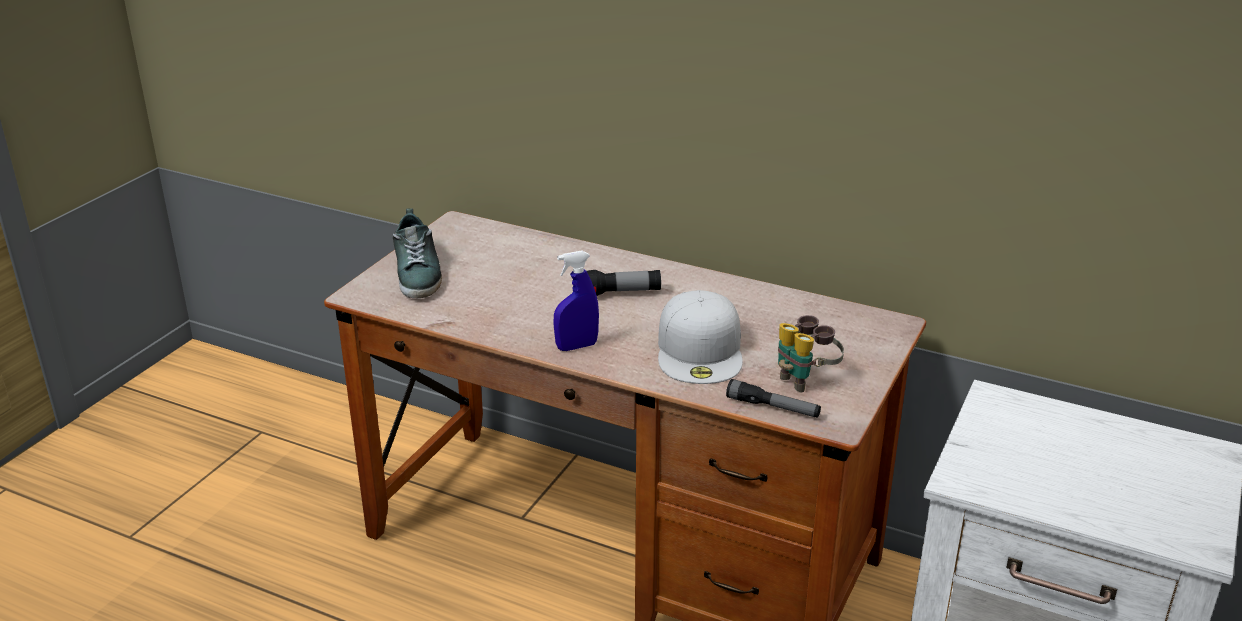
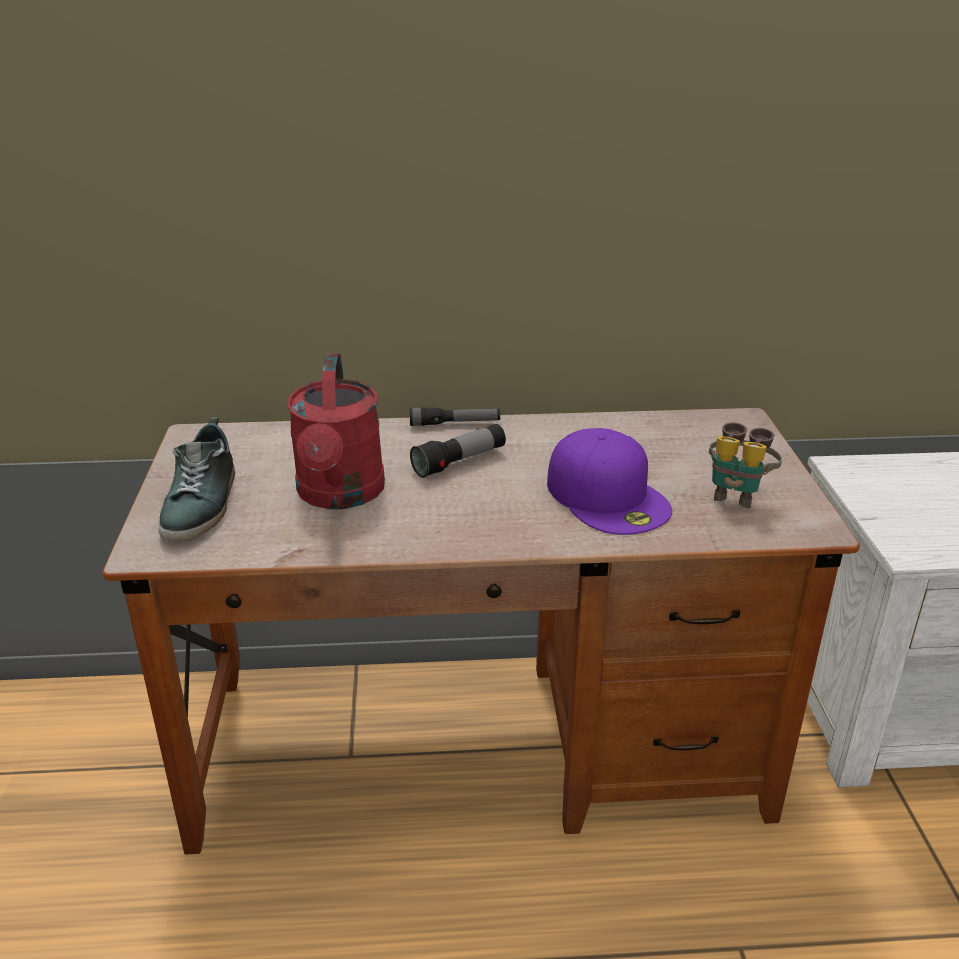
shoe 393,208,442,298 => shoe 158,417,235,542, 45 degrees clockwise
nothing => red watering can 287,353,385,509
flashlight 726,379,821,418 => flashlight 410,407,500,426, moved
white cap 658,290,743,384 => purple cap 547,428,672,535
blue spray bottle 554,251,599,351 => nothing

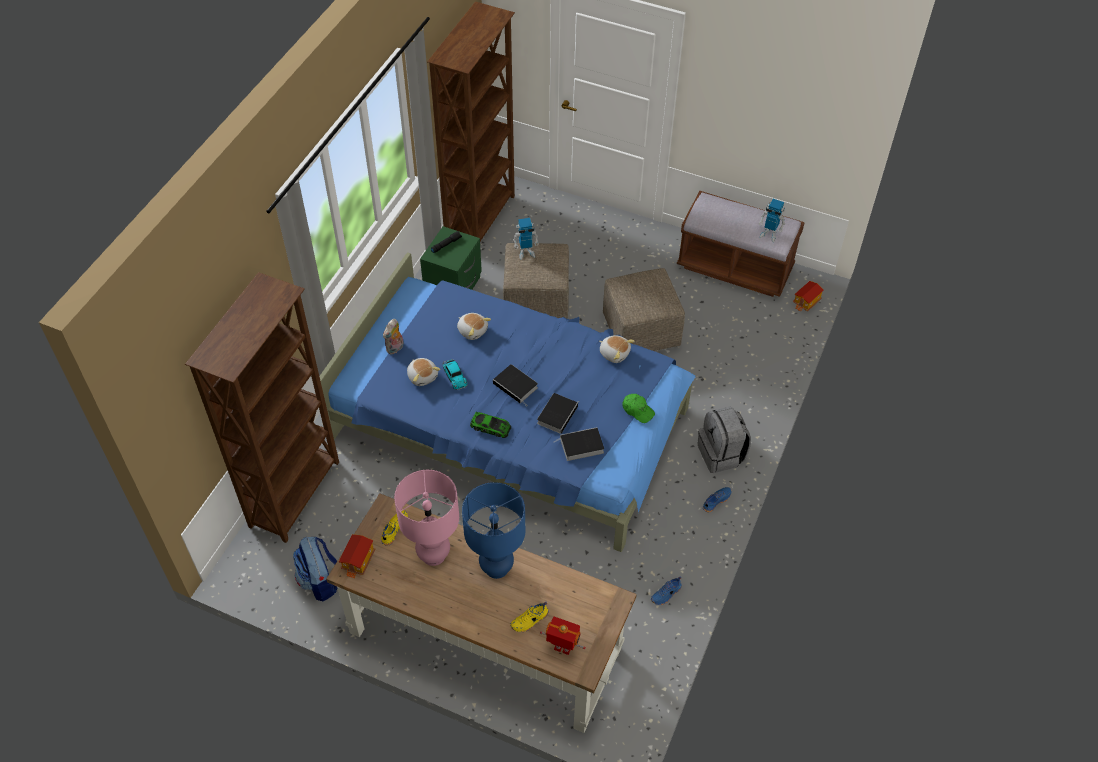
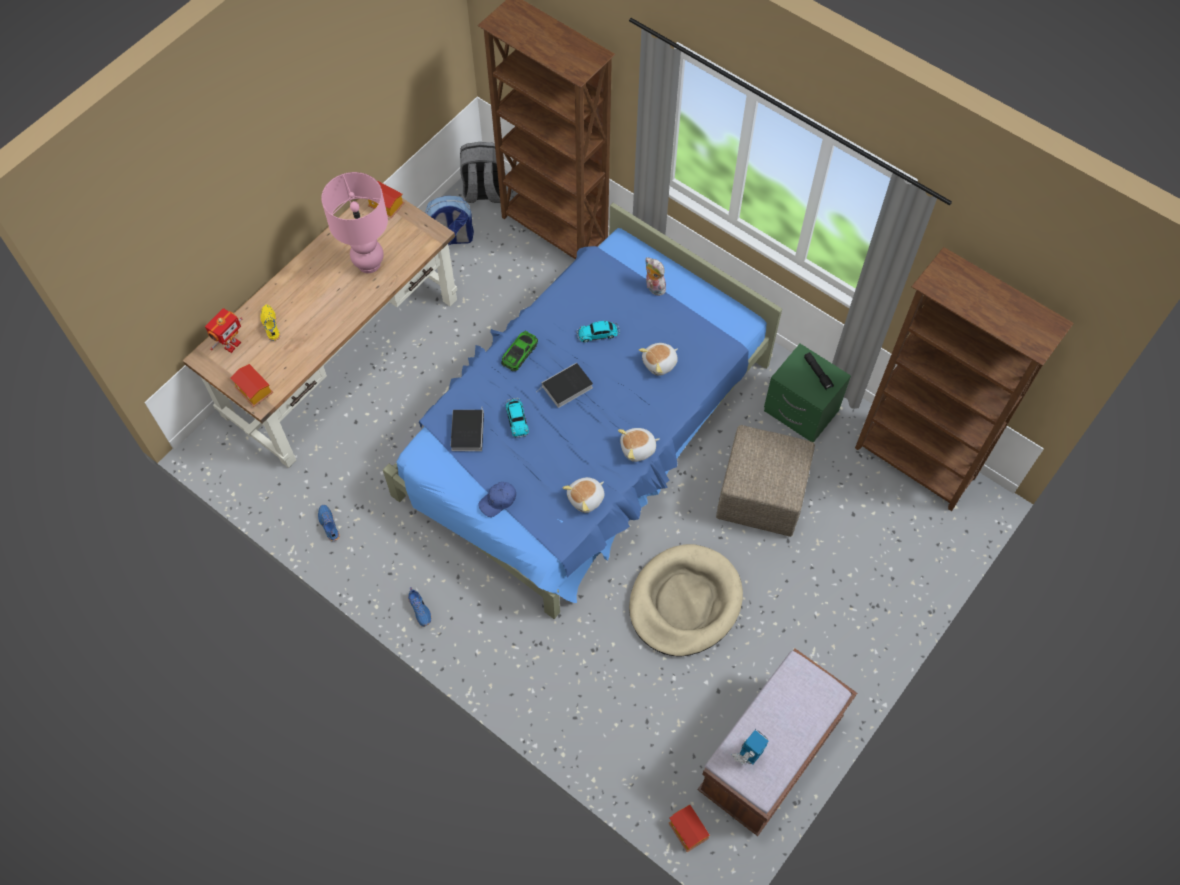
nothing => toy house 230,364,273,407
grey backpack 698,406,751,473 => grey backpack 460,142,500,203, moved
green cap 622,394,655,423 => blue cap 478,482,516,517
book 537,393,579,434 => toy car 505,398,529,438
plush toy 407,358,441,386 => plush toy 618,428,660,462, moved
beige ottoman 603,268,685,351 => beige dog bed 629,544,743,656
yellow shoe 381,510,408,546 => nothing
blue table lamp 462,482,525,579 => nothing
toy robot 513,218,539,260 => nothing

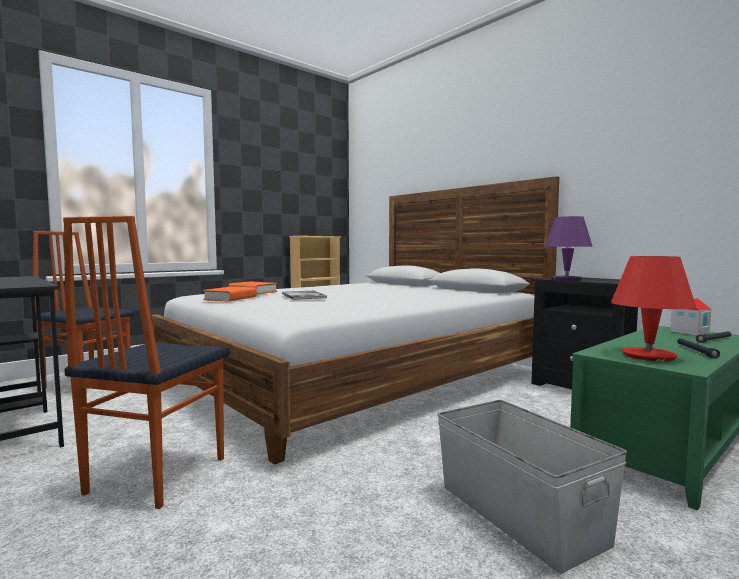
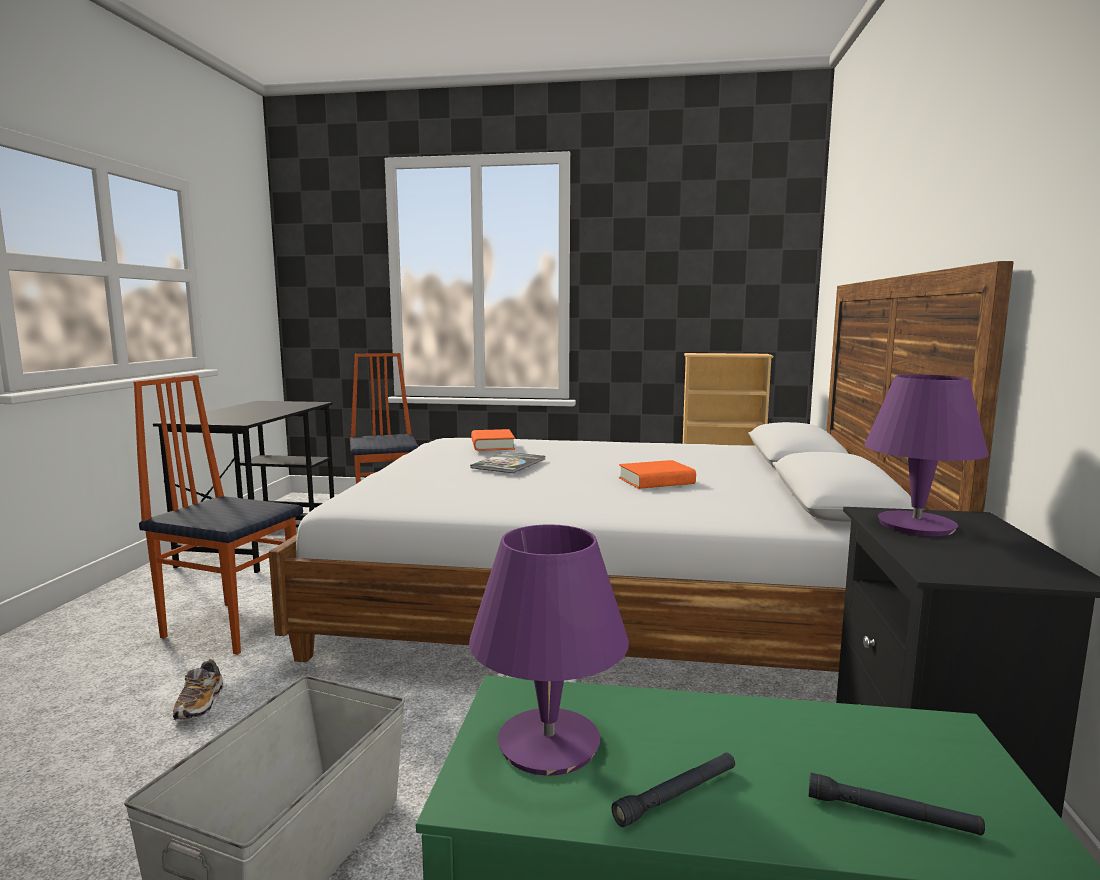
chair 63,216,230,509 => chair 134,375,303,655, 45 degrees clockwise
nothing => shoe 173,659,223,721
red table lamp 611,256,696,361 => purple table lamp 469,524,629,776
orange book 203,287,257,302 => orange book 619,460,696,489, moved
toy house 670,298,711,335 => nothing

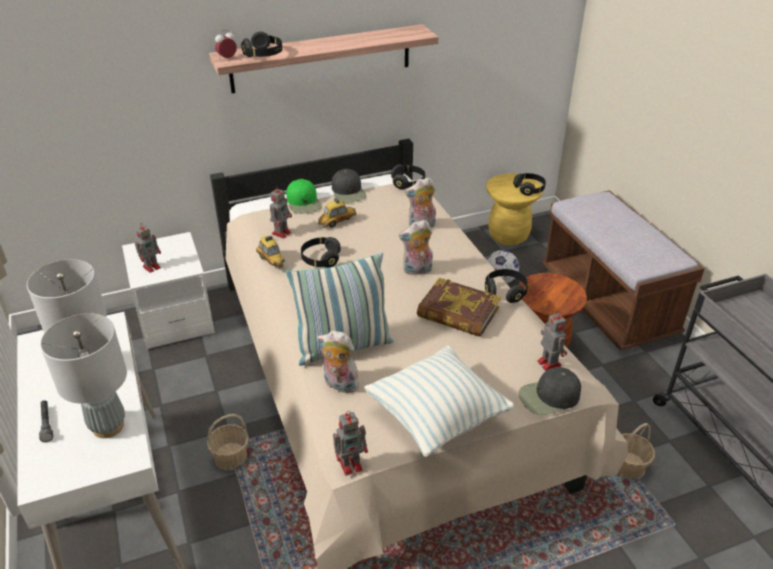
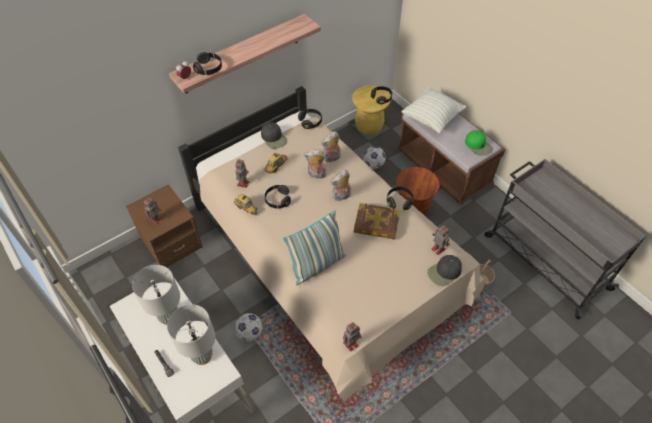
white nightstand 122,232,215,349 => brown nightstand 126,184,203,267
basket 207,414,249,470 => football 234,313,263,341
plush toy 317,330,359,393 => plush toy 304,149,327,179, moved
pillow 364,346,514,457 => pillow 401,87,466,134, moved
green cap 286,179,322,214 => green cap 465,130,492,156, moved

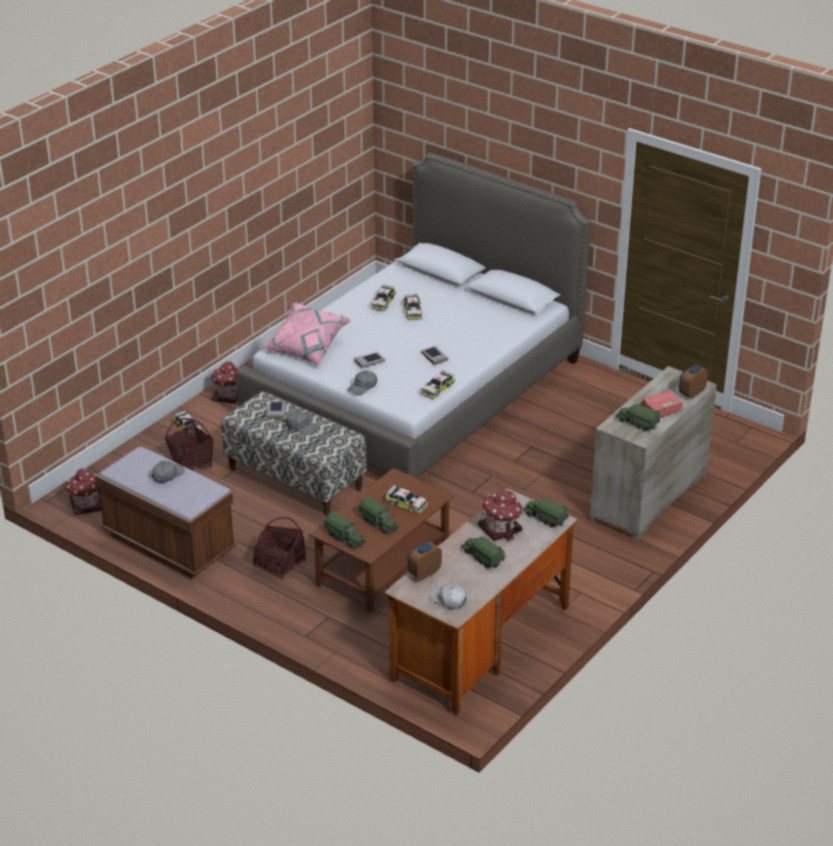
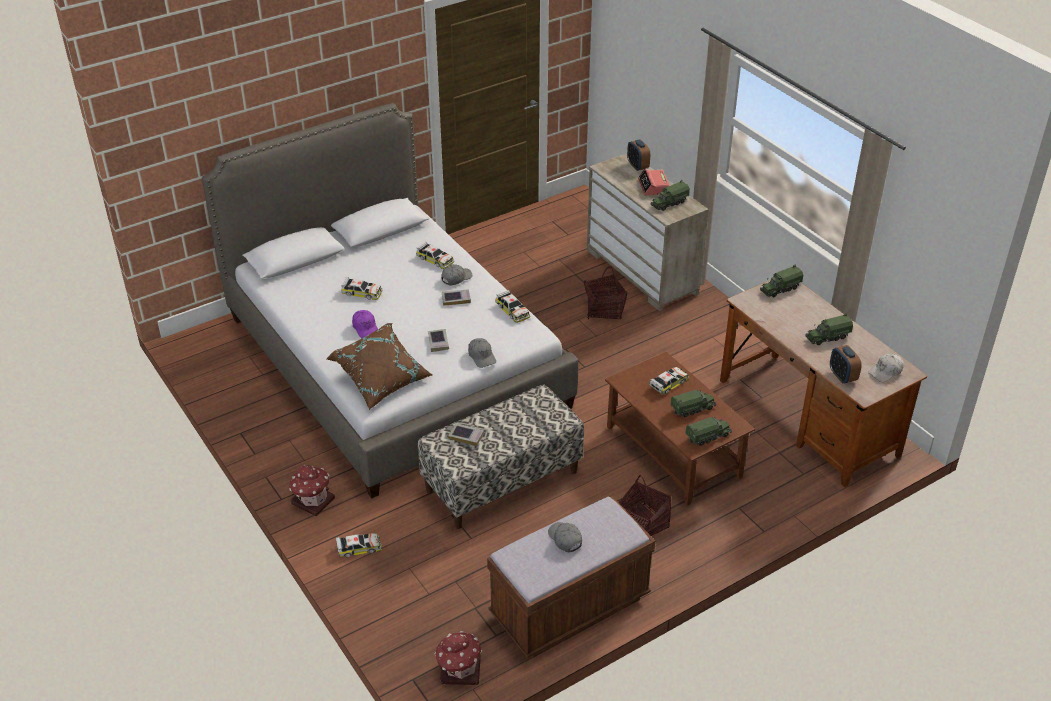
pink pillow 262,302,351,366 => brown pillow 327,323,432,410
nothing => purple cap 352,310,378,338
toy car 371,285,396,311 => toy car 416,242,454,269, moved
grey cap 286,411,318,435 => grey cap 441,264,472,285, moved
basket 165,418,213,470 => basket 584,266,627,320, moved
toy house 478,490,523,541 => nothing

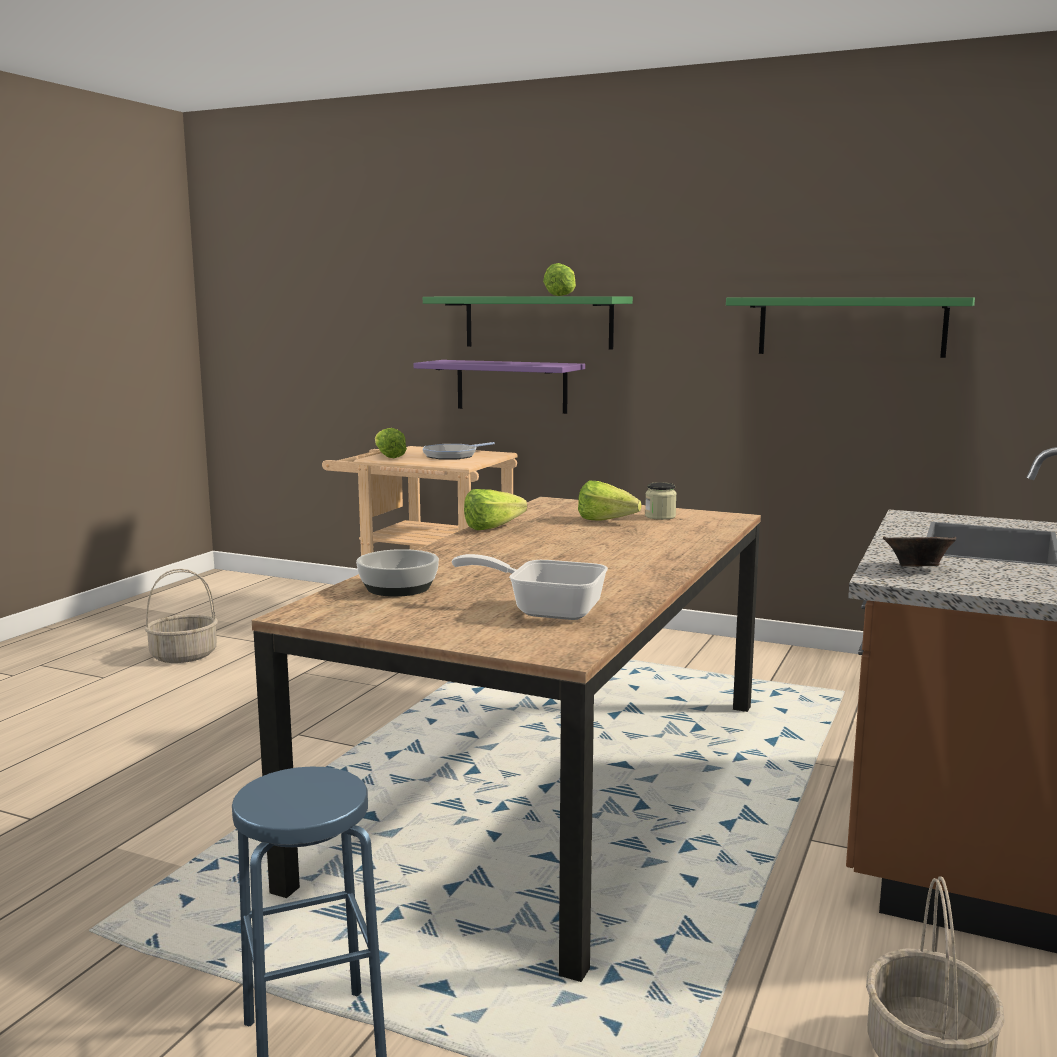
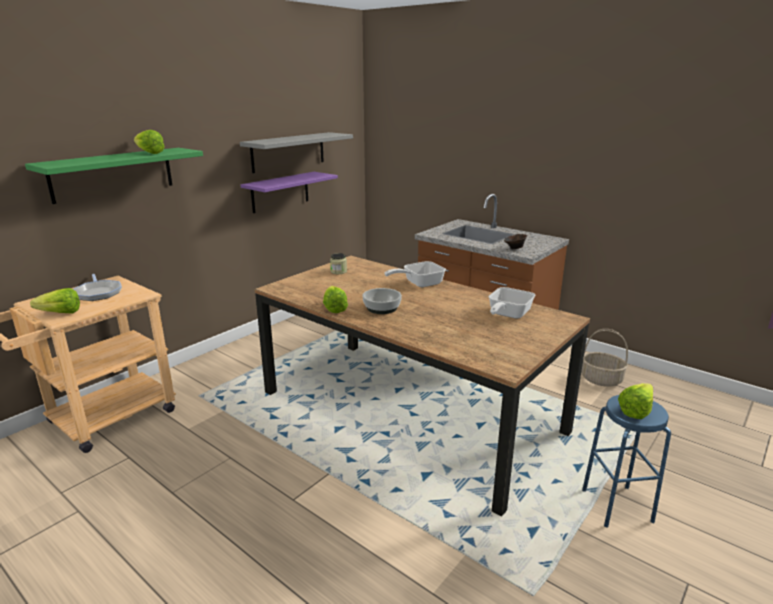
green shelf 726,297,975,358 => grey shelf 240,132,353,173
purple shelf 414,360,585,414 => purple shelf 241,172,338,213, moved
bowl 356,549,439,597 => bowl 362,288,402,314, moved
nothing => frying pan 384,261,446,287
lettuce 578,480,642,521 => lettuce 618,383,653,419, moved
basket 145,569,218,663 => nothing

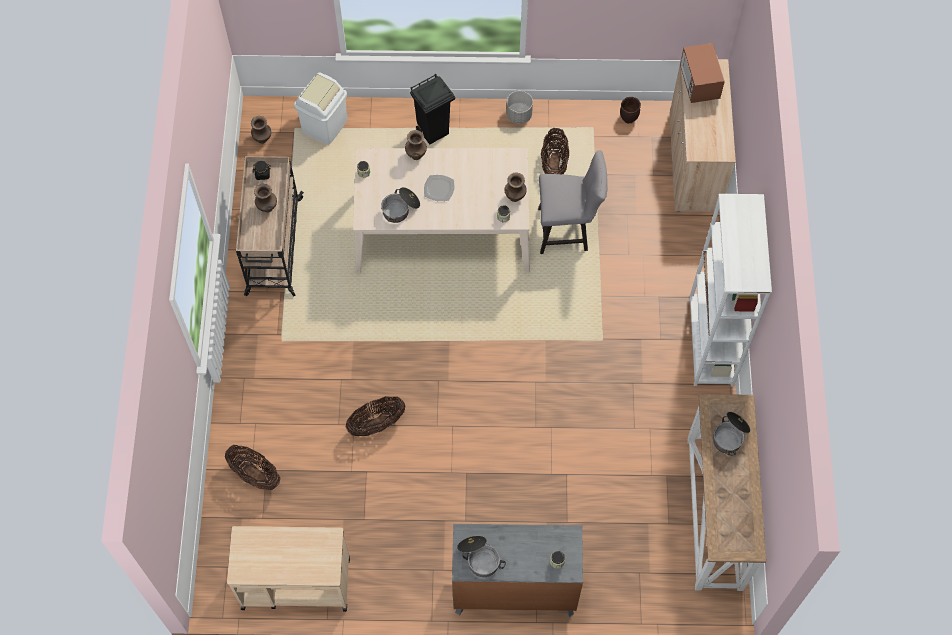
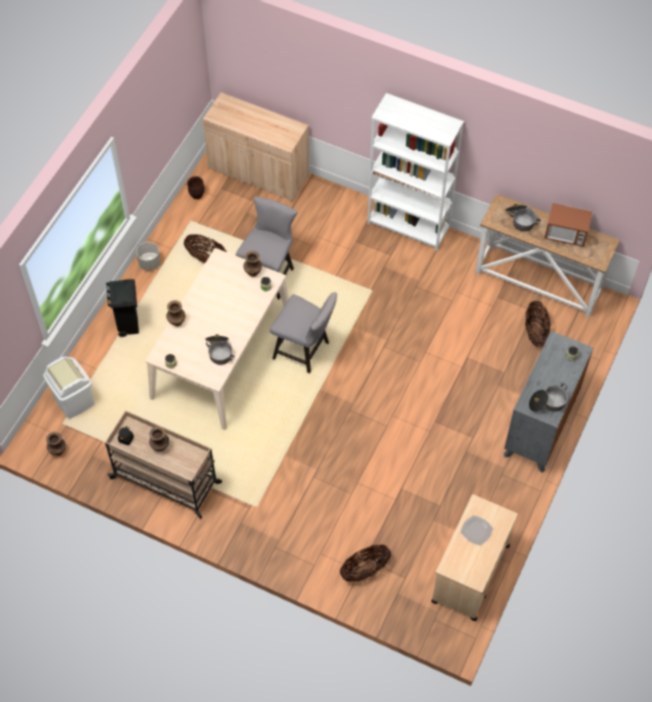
nothing => grey chair 270,292,337,374
plate 424,175,454,201 => plate 461,515,493,545, moved
basket 346,396,405,436 => basket 525,301,551,347, moved
microwave 680,43,725,103 => microwave 544,203,592,247, moved

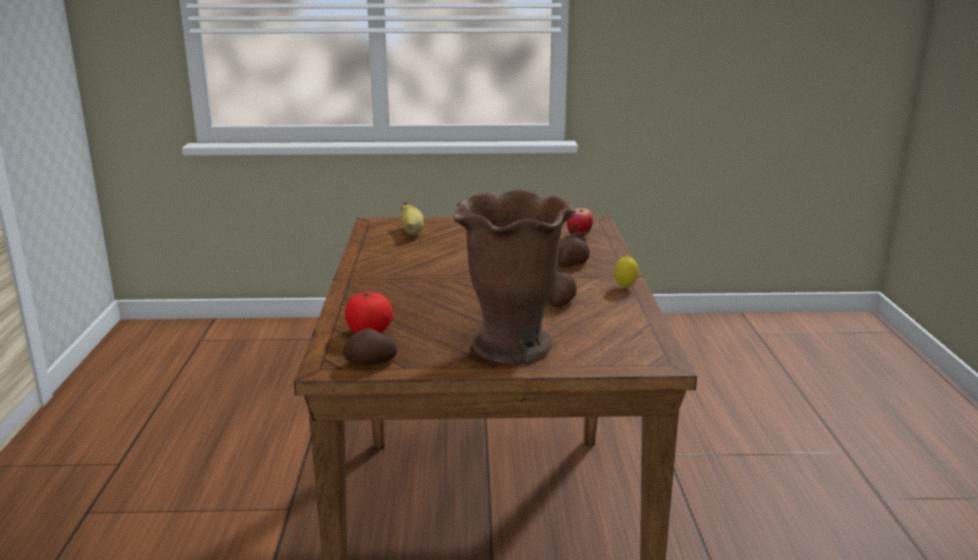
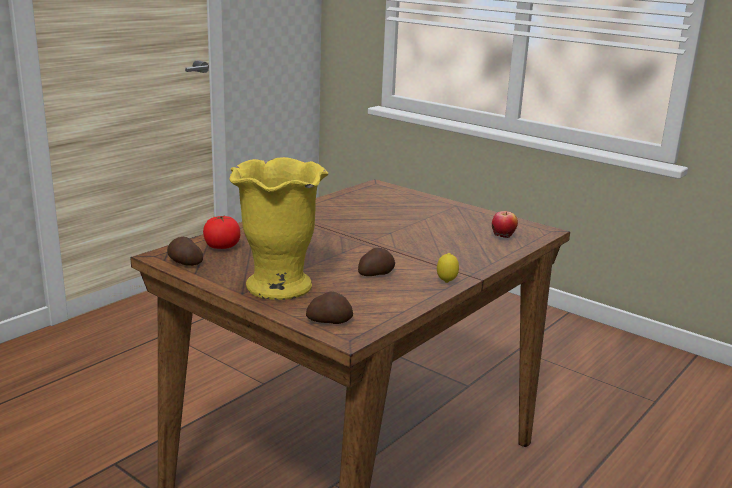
brown vase 453,190,576,363 => yellow vase 230,157,328,300
potato 558,237,590,267 => potato 306,292,353,324, moved
banana 400,202,424,235 => nothing

